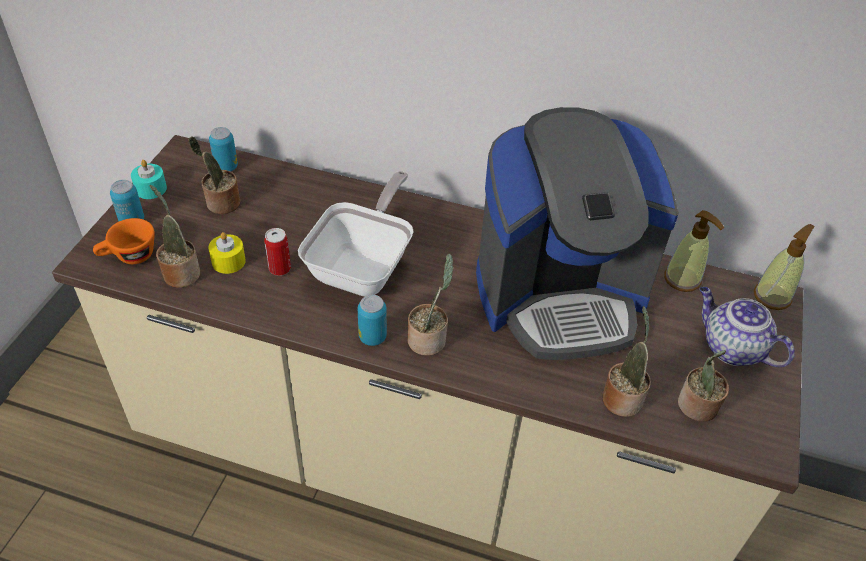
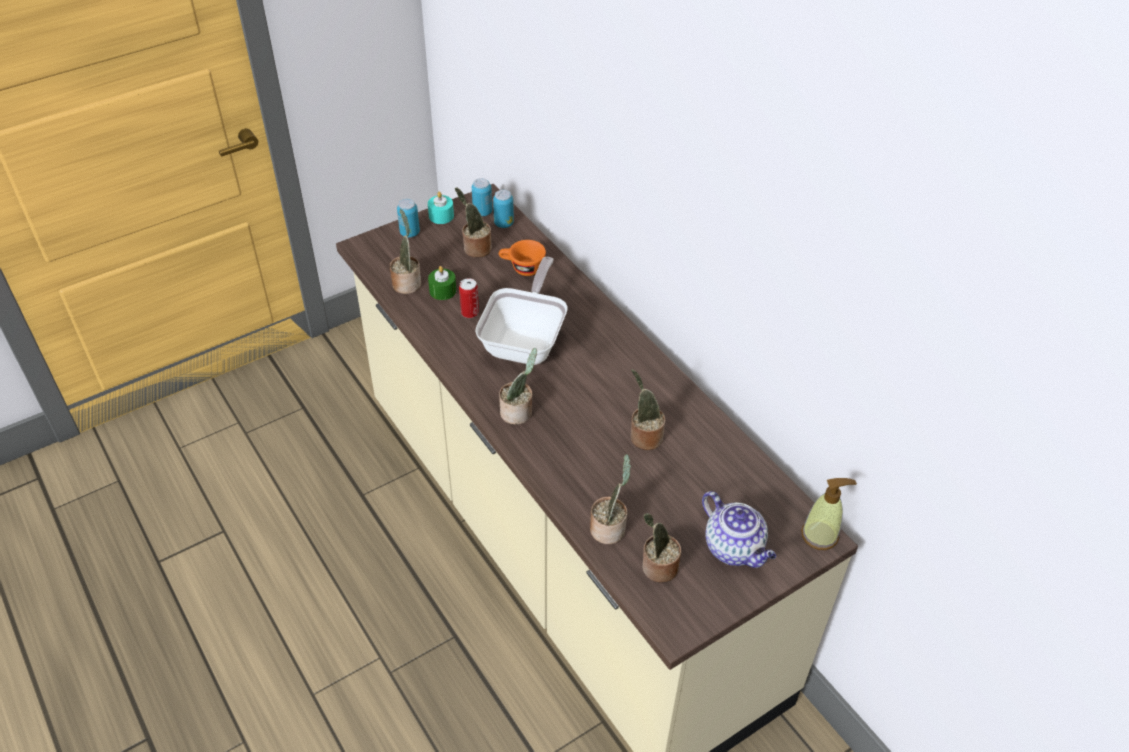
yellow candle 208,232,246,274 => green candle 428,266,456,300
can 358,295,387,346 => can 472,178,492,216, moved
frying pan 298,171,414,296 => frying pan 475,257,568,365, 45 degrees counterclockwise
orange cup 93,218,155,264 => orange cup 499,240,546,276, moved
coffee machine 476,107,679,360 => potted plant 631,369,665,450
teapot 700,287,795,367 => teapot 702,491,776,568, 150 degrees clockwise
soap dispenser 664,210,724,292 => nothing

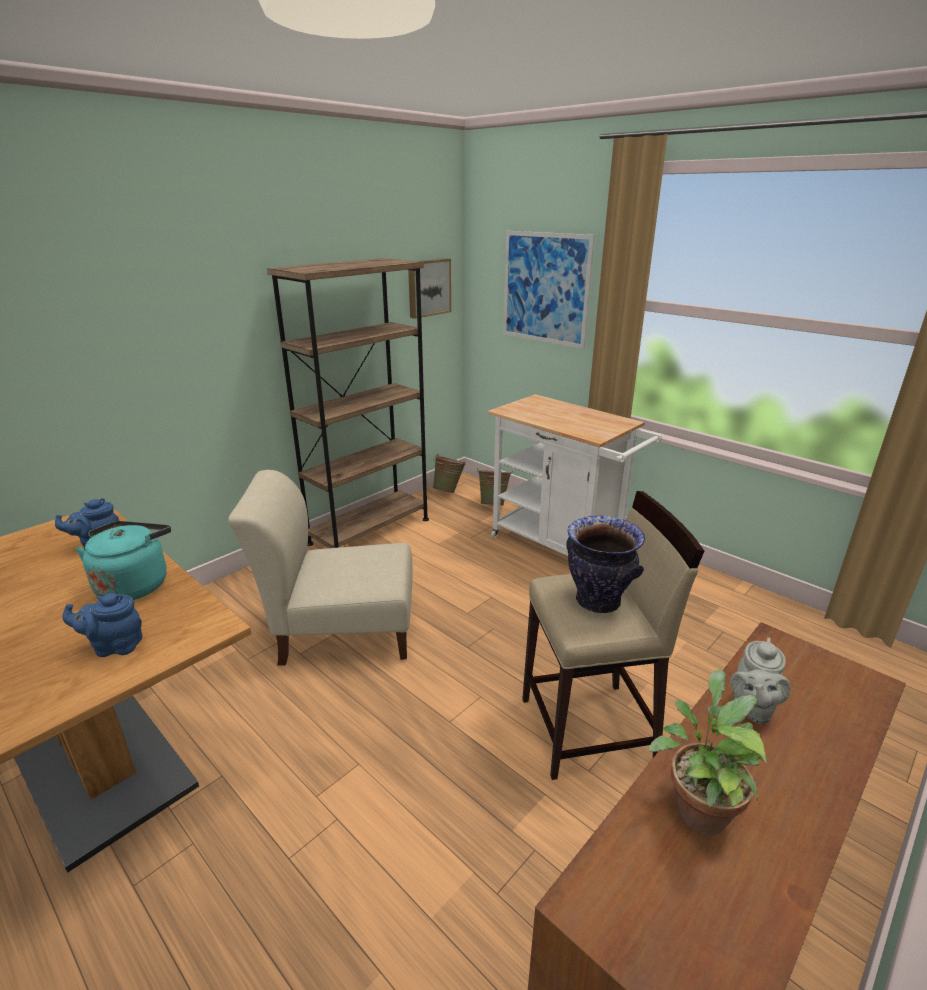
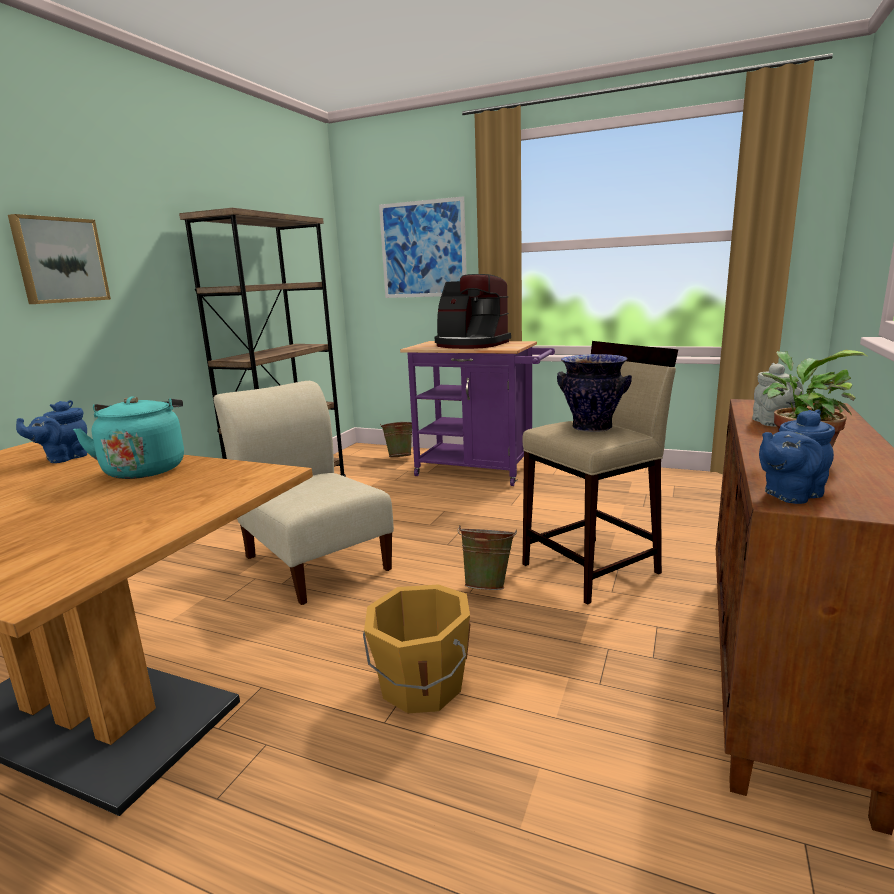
picture 408,258,451,319 => picture 8,214,111,304, moved
beige chair 228,470,413,666 => beige chair 213,381,394,605, 75 degrees clockwise
nothing => orange bucket 363,584,471,713
white cart 488,394,662,556 => purple cart 400,341,555,486
nothing => coffee machine 435,274,511,349
green bucket 433,454,466,493 => green bucket 457,525,517,590, moved
blue teapot 62,593,142,657 => blue teapot 759,409,835,504, moved

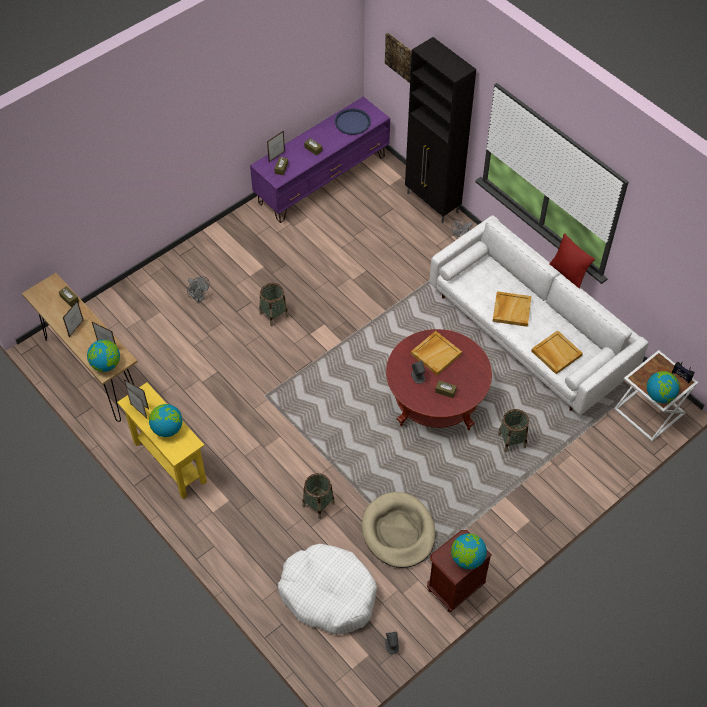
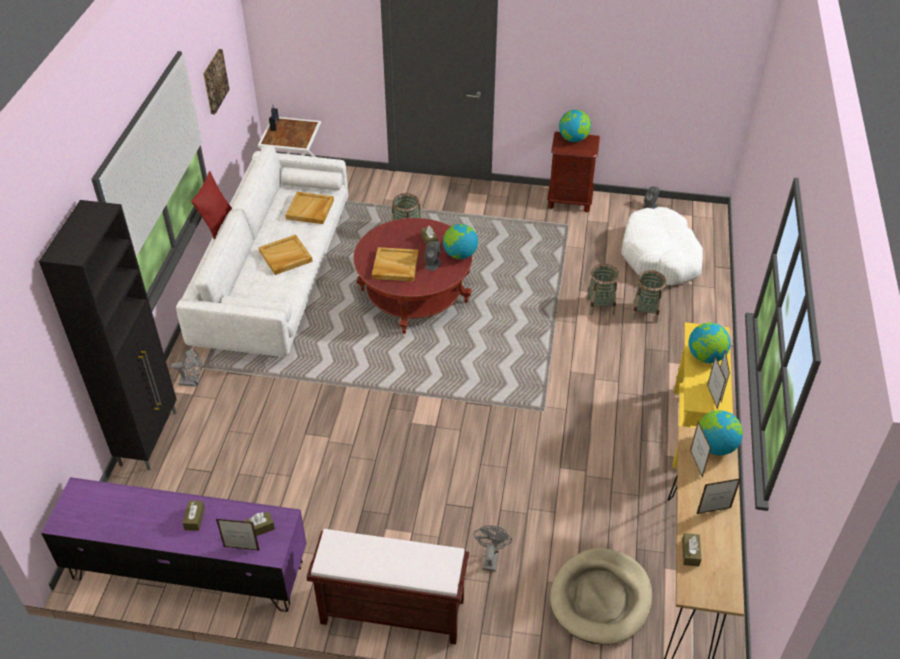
picture 385,33,412,83 => picture 203,49,229,114, moved
nothing => brown bench 307,529,469,645
globe 647,371,680,403 => globe 443,224,478,259, moved
beige dog bed 362,492,436,568 => beige dog bed 550,548,652,645, moved
basket 259,283,288,327 => basket 632,270,666,323, moved
blue tray 335,108,371,135 => nothing

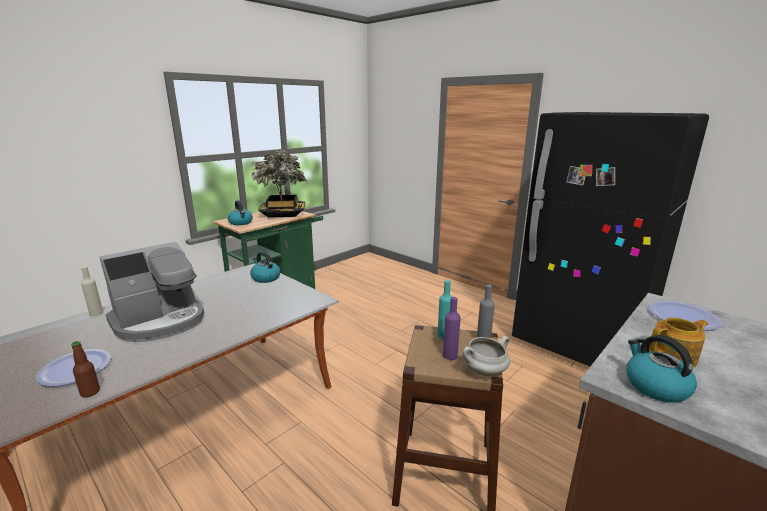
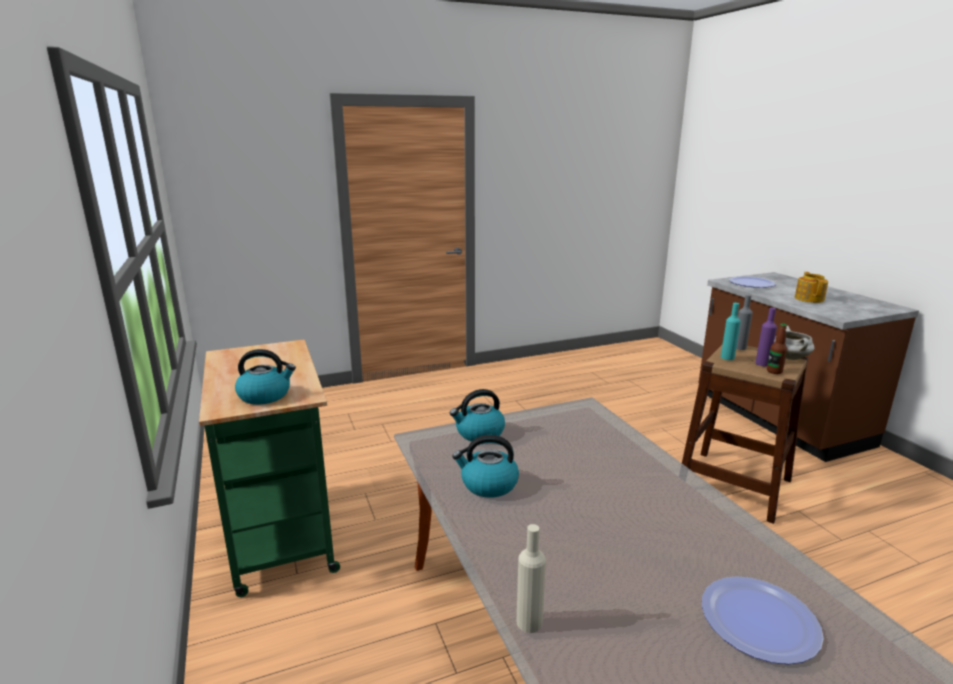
kettle 626,335,697,402 => kettle 452,435,519,498, moved
bottle 71,341,100,397 => bottle 767,323,787,374, moved
coffee machine 99,242,204,342 => nothing
potted plant 250,149,306,218 => nothing
black fridge 512,112,709,366 => nothing

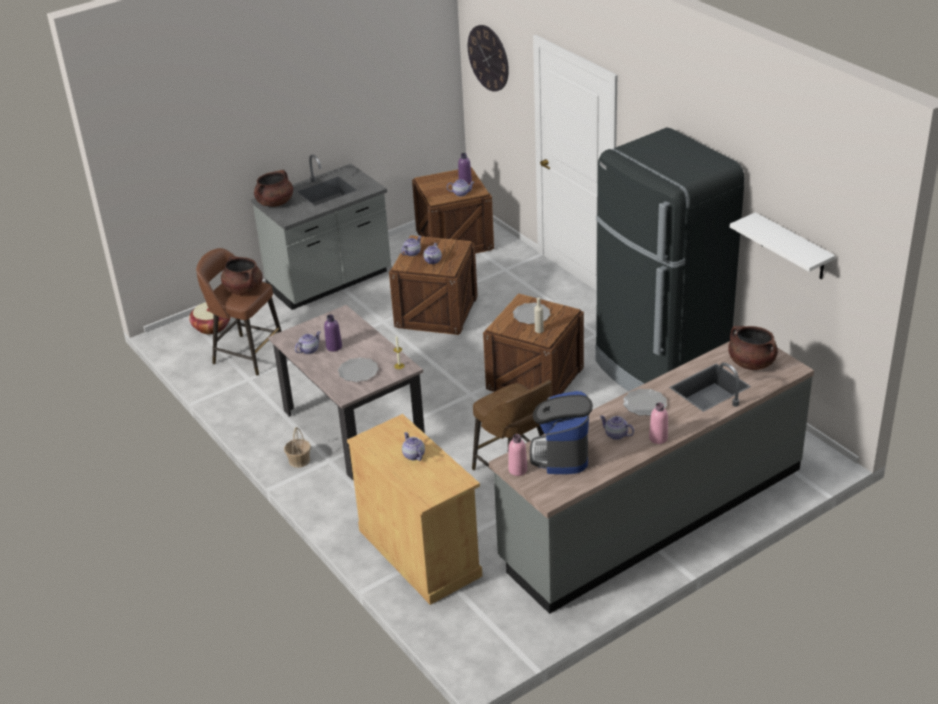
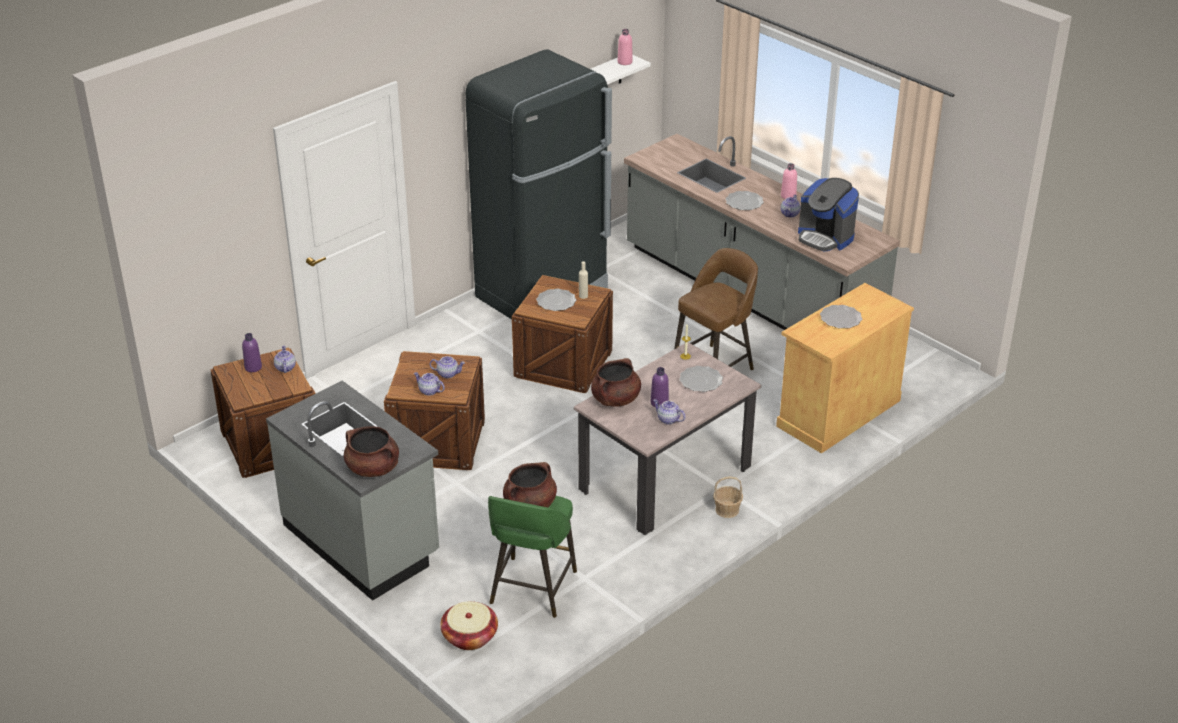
brown stool 196,248,282,376 => green stool 488,496,577,618
brown cooking pot 728,326,778,370 => brown cooking pot 591,358,641,407, moved
pink bottle 508,434,527,476 => pink bottle 618,29,633,65, moved
coffee machine 530,391,593,474 => coffee machine 798,178,859,252, 45 degrees clockwise
teapot 402,432,425,461 => plate 820,305,862,328
wall clock 468,25,509,92 => nothing

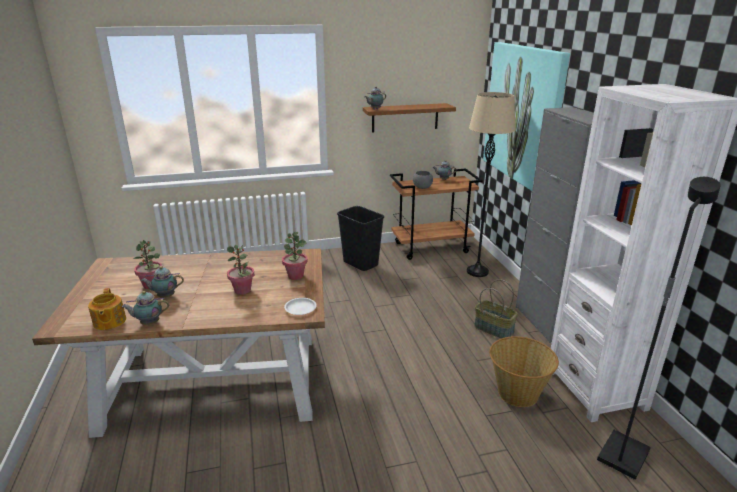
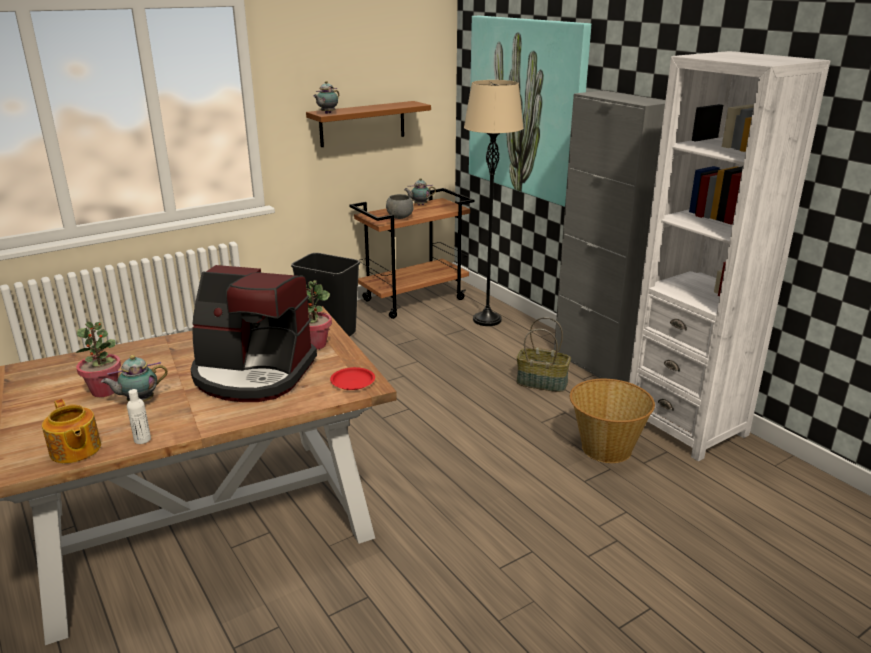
teapot 122,291,169,325 => white bottle 127,389,151,444
potted plant 227,245,255,295 => coffee machine 190,265,317,402
white plate 284,298,317,315 => red plate 330,367,375,390
black floor lamp 597,177,721,480 => nothing

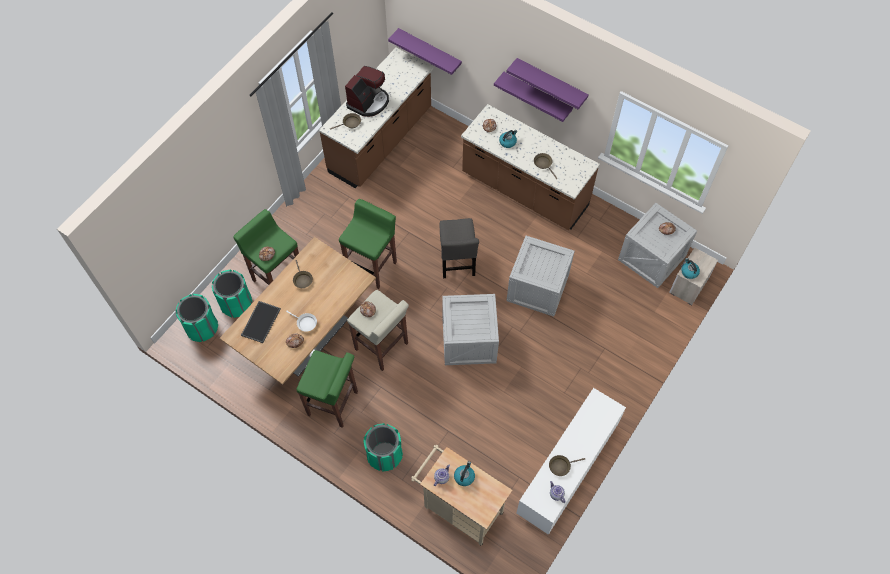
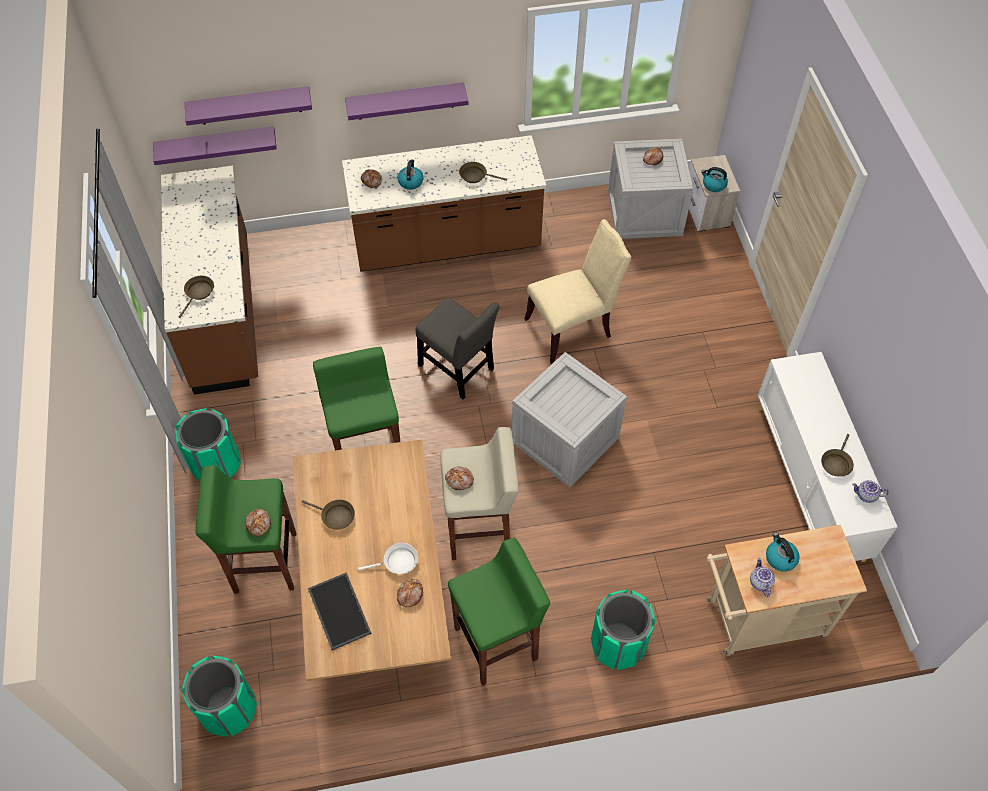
green trash can 212,269,252,318 => green trash can 175,408,241,480, moved
purple shelf 507,58,589,109 => purple shelf 185,86,312,126, moved
crate 506,236,575,317 => beige chair 524,219,631,364
coffee machine 345,66,389,117 => nothing

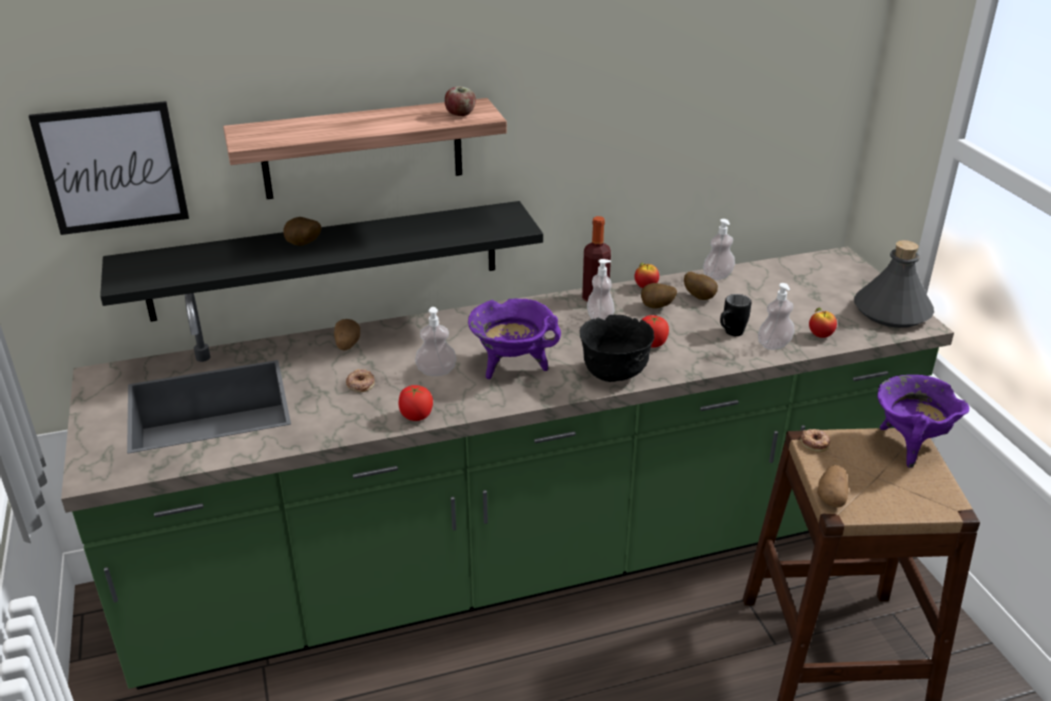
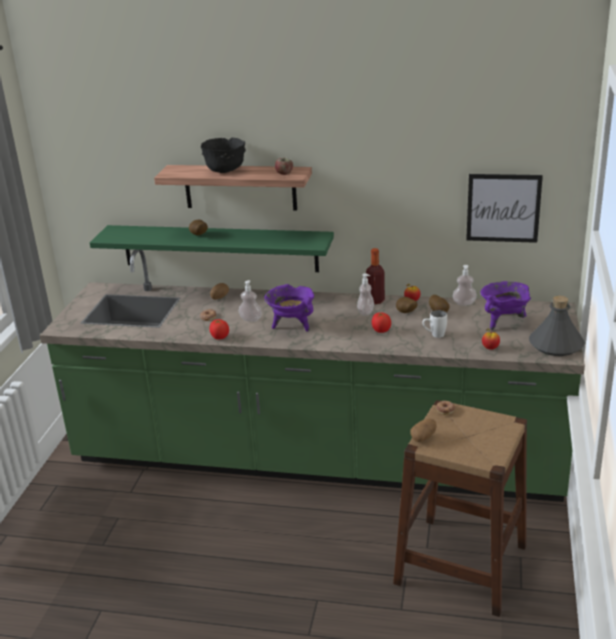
black shelf 100,201,543,322 => green shelf 90,225,334,272
black bowl 580,315,654,382 => black bowl 201,138,246,173, moved
black mug 720,294,751,336 => white mug 423,310,447,338
picture 29,101,189,235 => picture 466,174,543,243, moved
purple cooking pot 877,375,969,468 => purple cooking pot 480,281,531,330, moved
soap dispenser 758,283,795,350 => nothing

